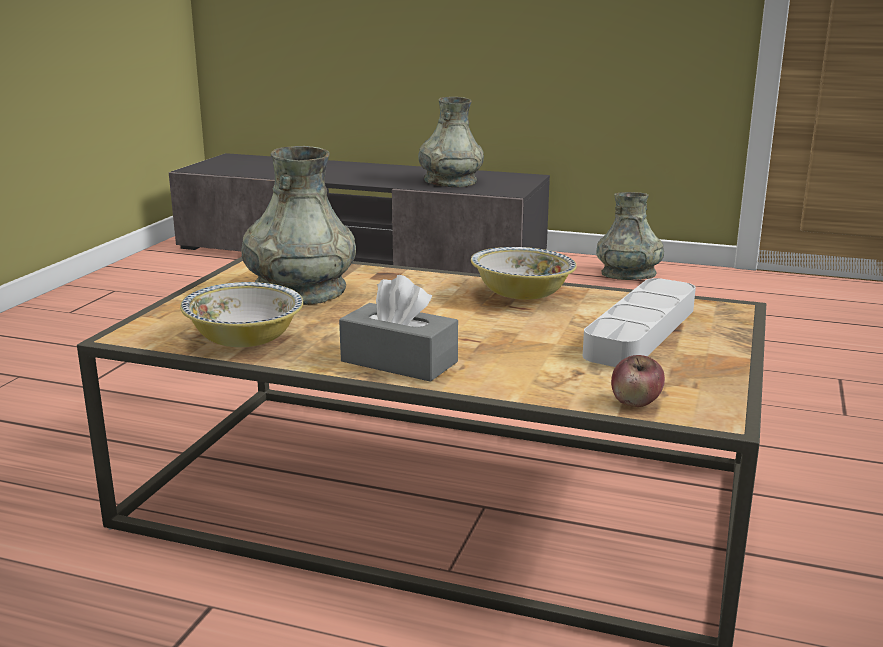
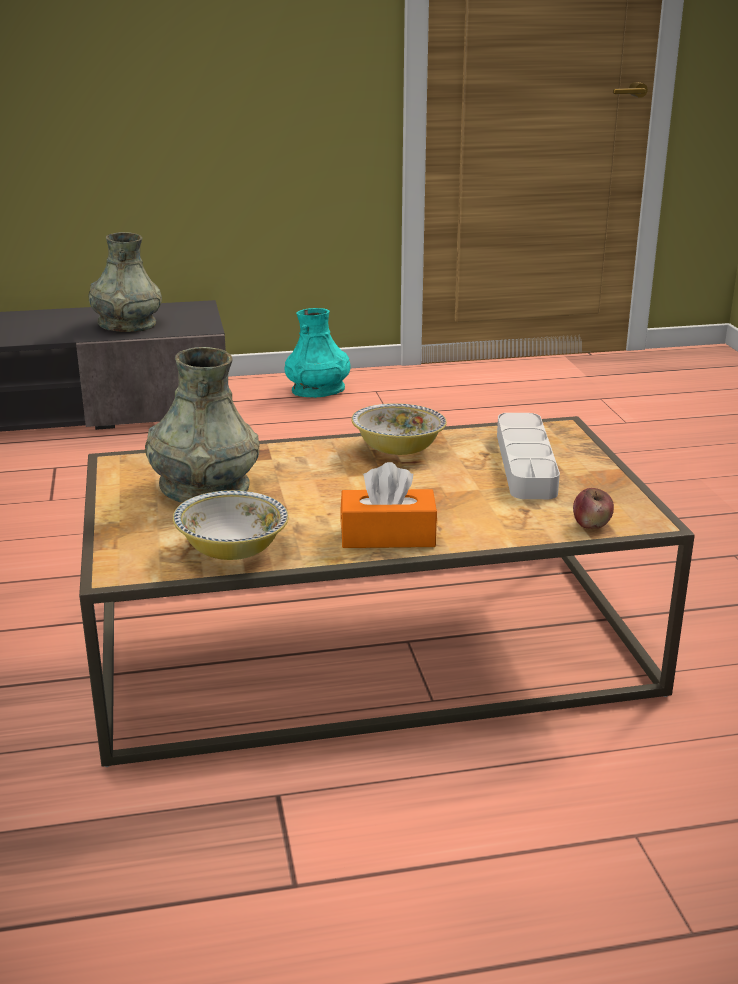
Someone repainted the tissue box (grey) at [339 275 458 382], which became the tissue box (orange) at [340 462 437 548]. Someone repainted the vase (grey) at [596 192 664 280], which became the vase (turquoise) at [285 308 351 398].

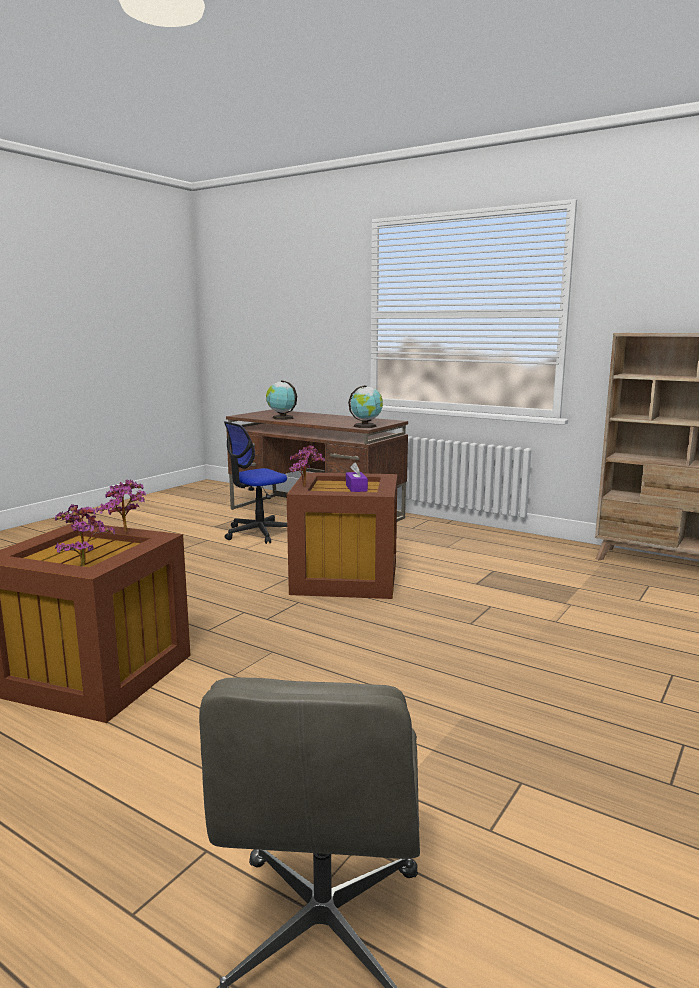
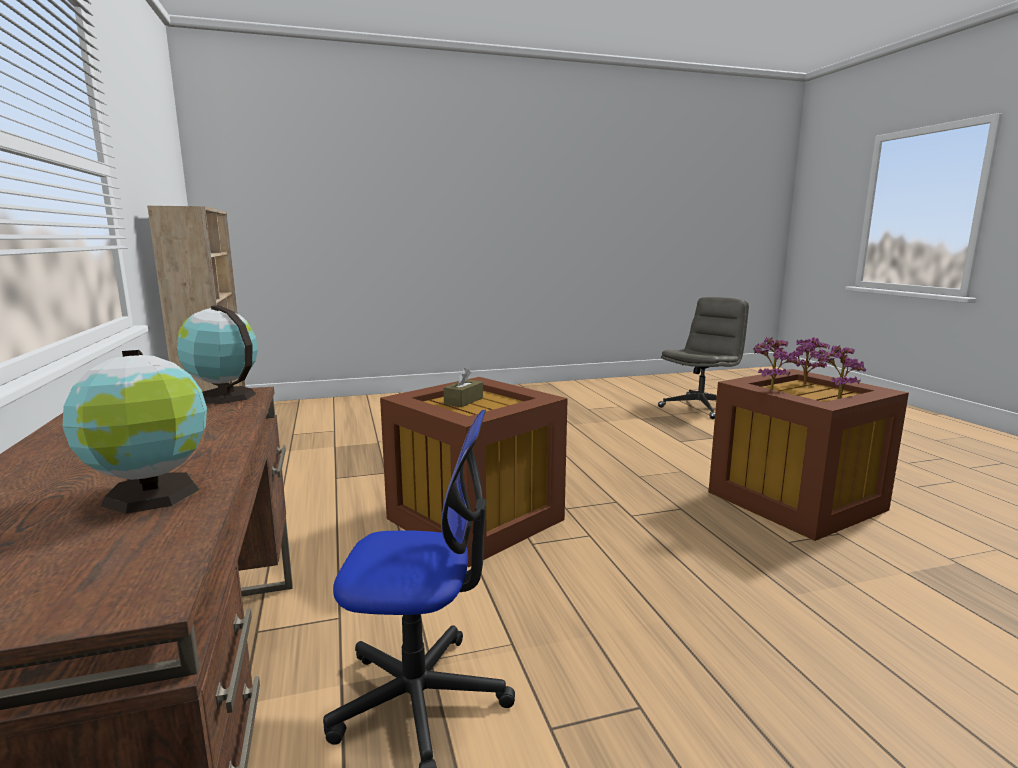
Someone carried the potted plant from [289 445 325 487] to [818 345 867 399]. Someone repainted the tissue box (purple) at [346 463 368 492], which became the tissue box (brown) at [443 368 483 407].

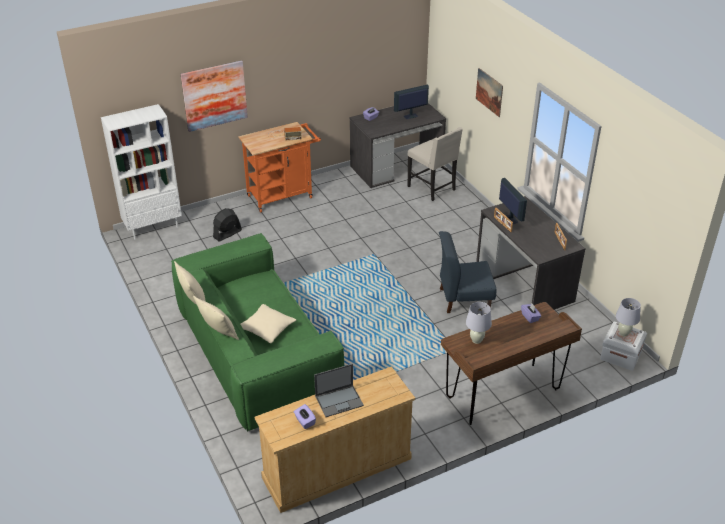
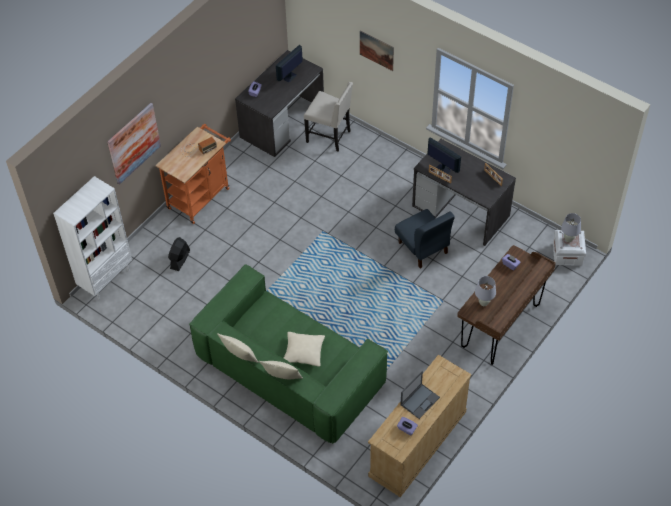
Someone rotated the chair (blue) at [439 231 496 313] by 90 degrees counterclockwise.

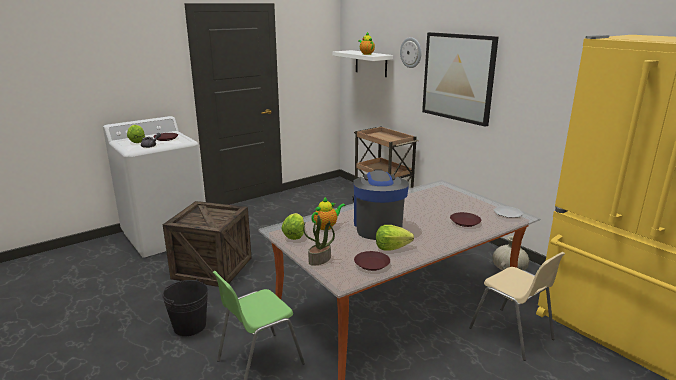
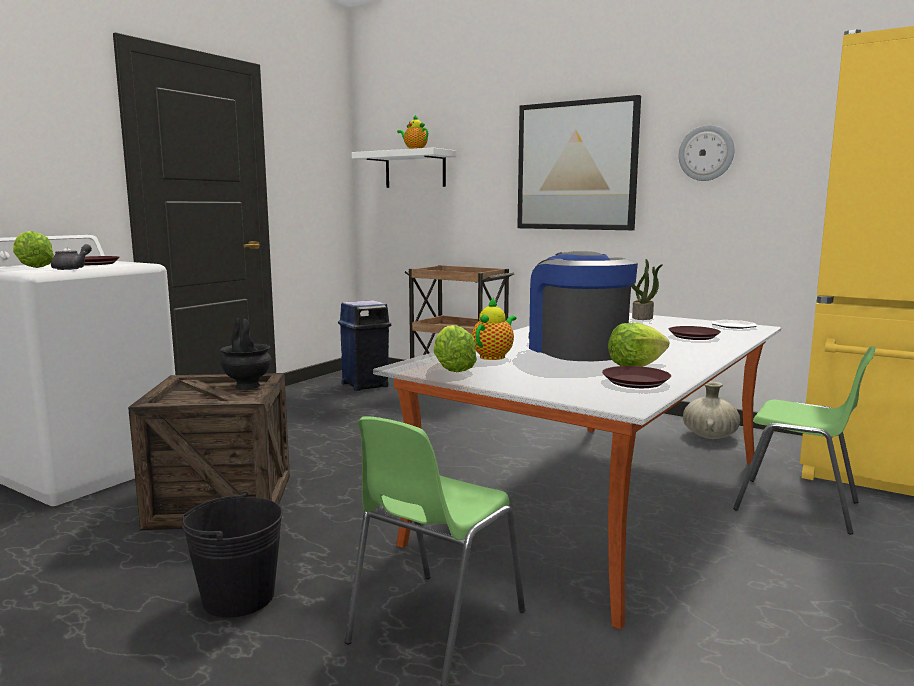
Someone carried the potted plant from [303 215 335 265] to [631 259 663 320]. Someone carried the wall clock from [400 37 422 68] to [679 125 734 181]. Someone repainted the chair (beige) at [469 252 565 361], which became the chair (green) at [733 346 876 535]. Someone put down the vase (black) at [220 318 272 390]. Someone put down the trash can (blue) at [338 300 391 391].

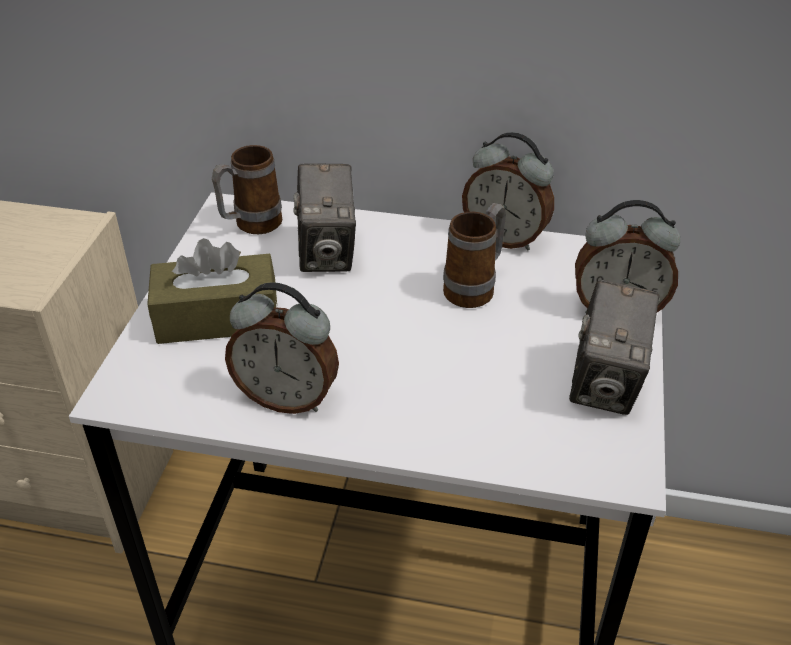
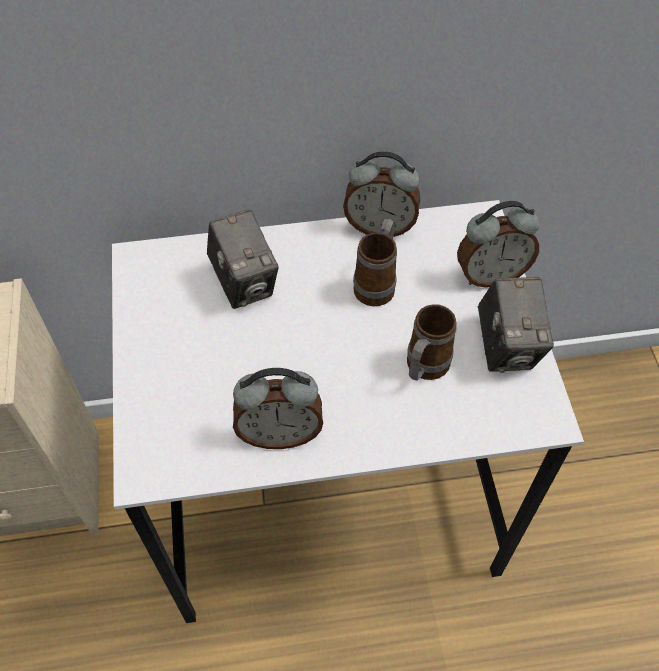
Someone took away the tissue box (brown) at [147 238 277 344]. Someone carried the mug from [212 145 282 234] to [407 304 457 381].

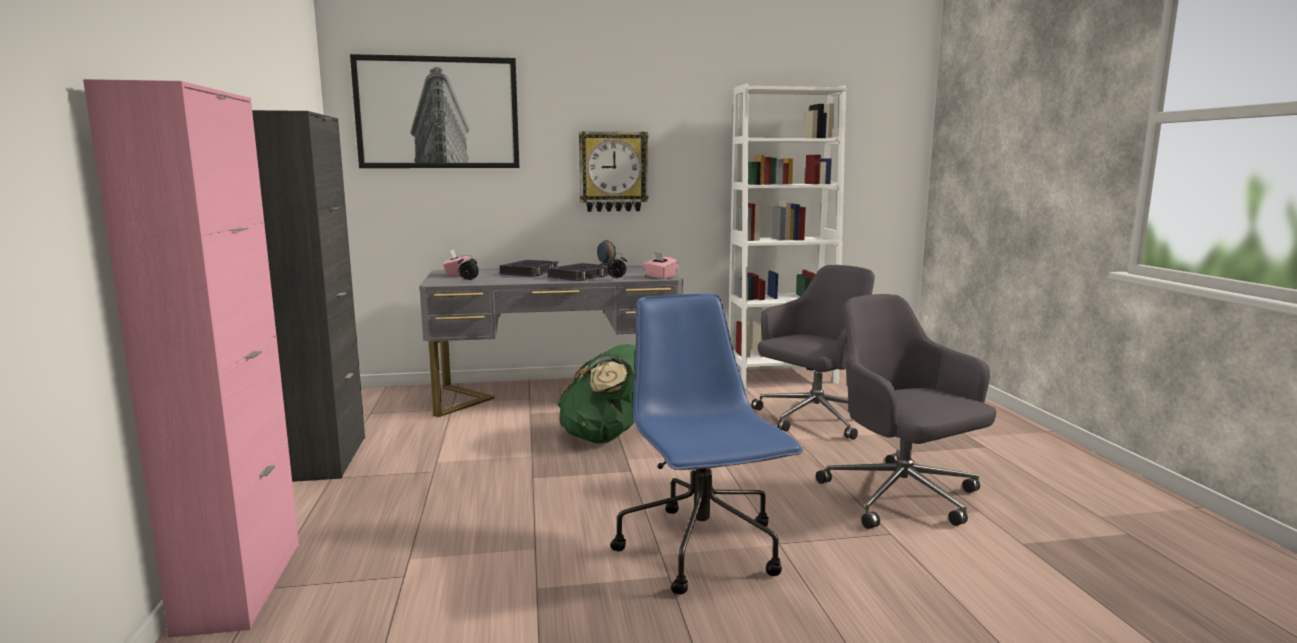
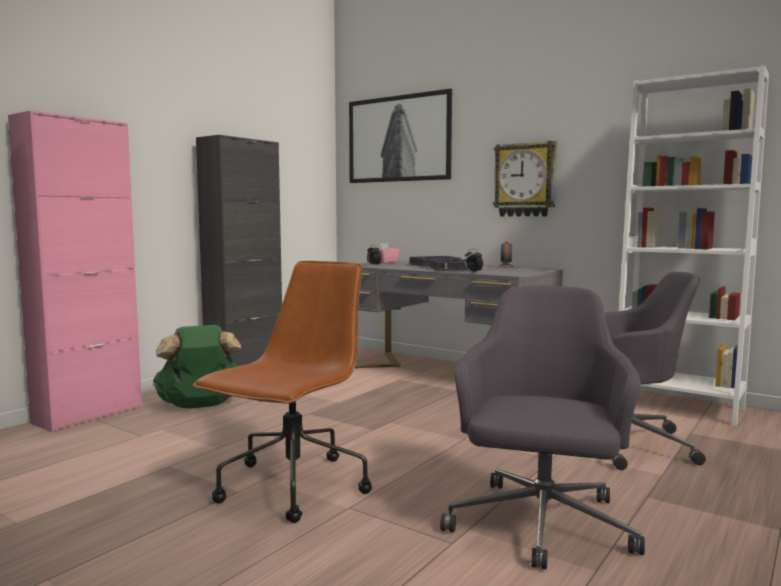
Someone carried the backpack (green) from [557 344 636 443] to [153 325 241 409]. Someone repainted the office chair (blue) at [610 294 803 595], which became the office chair (brown) at [193 261 372 523]. Someone took away the tissue box (pink) at [643 252 678 279].

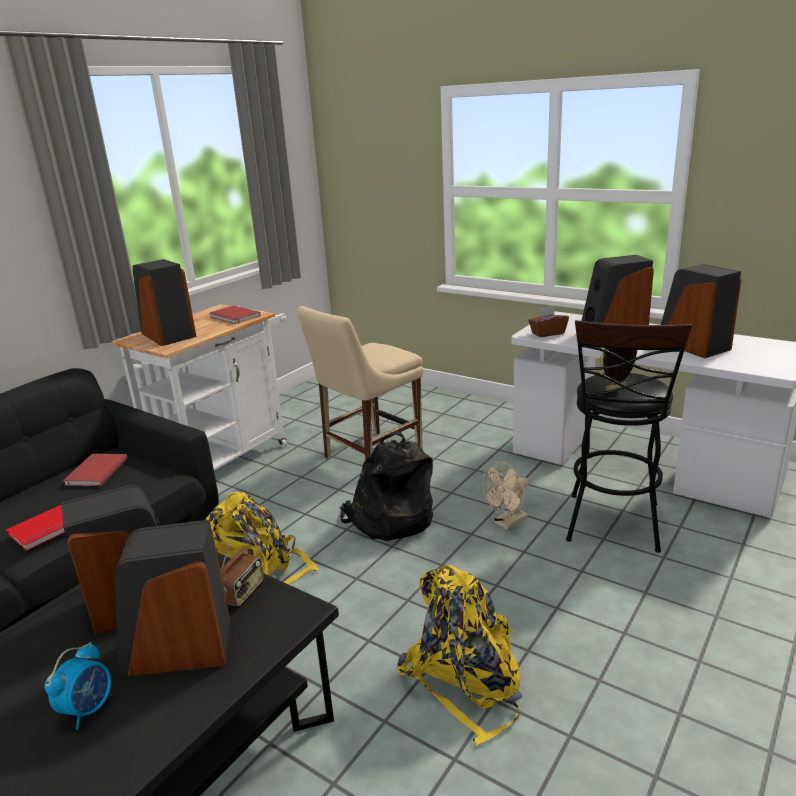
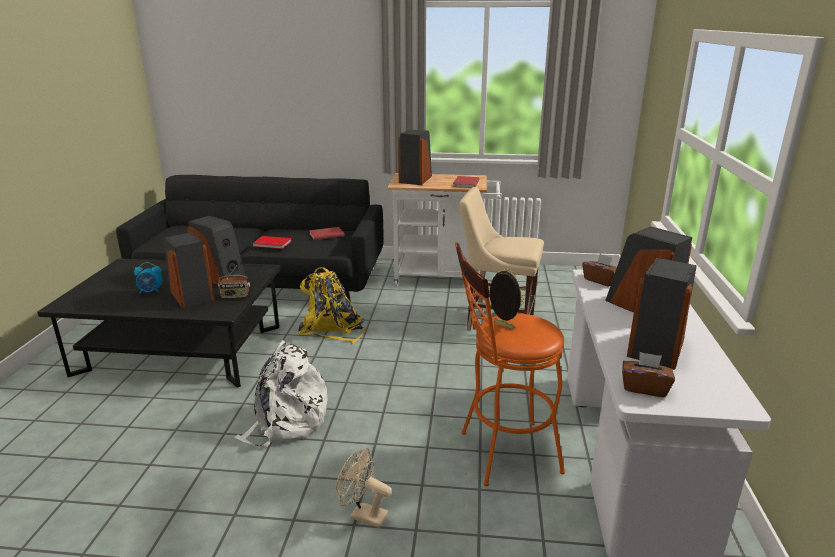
Someone took away the backpack (black) at [340 431 433 541]. Someone repainted the backpack (yellow) at [397 565 522 746], which became the backpack (white) at [234 340 328 448]. Someone carried the fan (beige) from [483 461 529 529] to [336 448 392 528]. Someone repainted the stool (black) at [566 320 692 553], which became the stool (orange) at [455 243 565 486]. Someone put down the tissue box (brown) at [622 352 675 397].

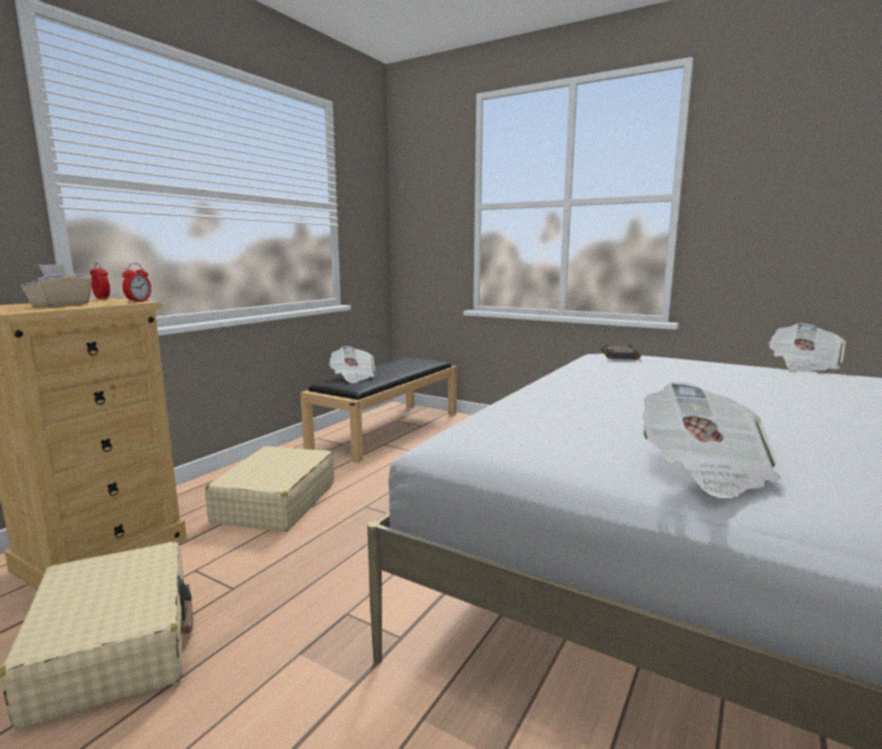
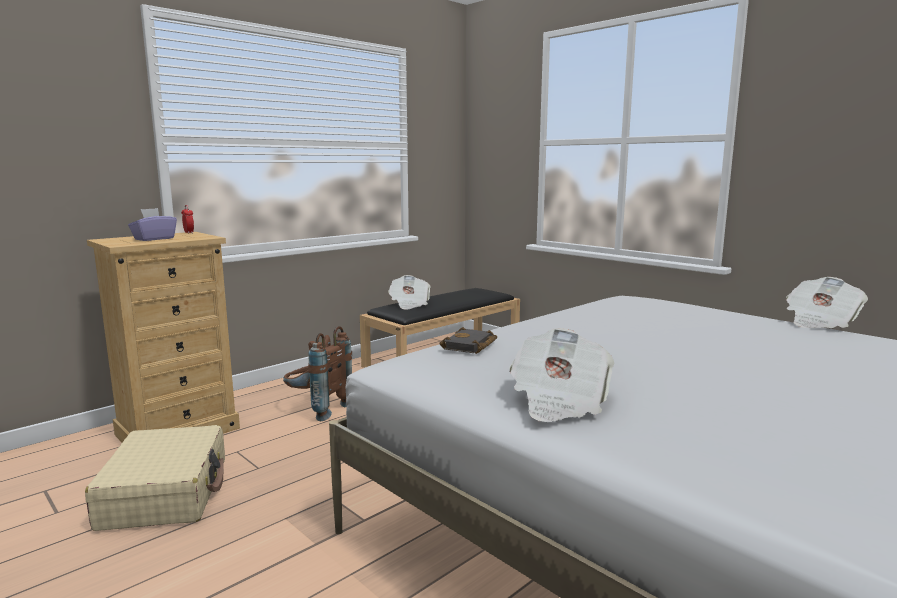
Someone repainted the tissue box (beige) at [21 264 92 307], which became the tissue box (purple) at [128 208 177 241]. Someone took away the alarm clock at [122 263 151 303]. Someone swapped the suitcase (beige) at [205 446 334 532] for the backpack (brown) at [283 326 352 422]. Someone carried the book (black) from [601 344 641 360] to [440 327 497 354].

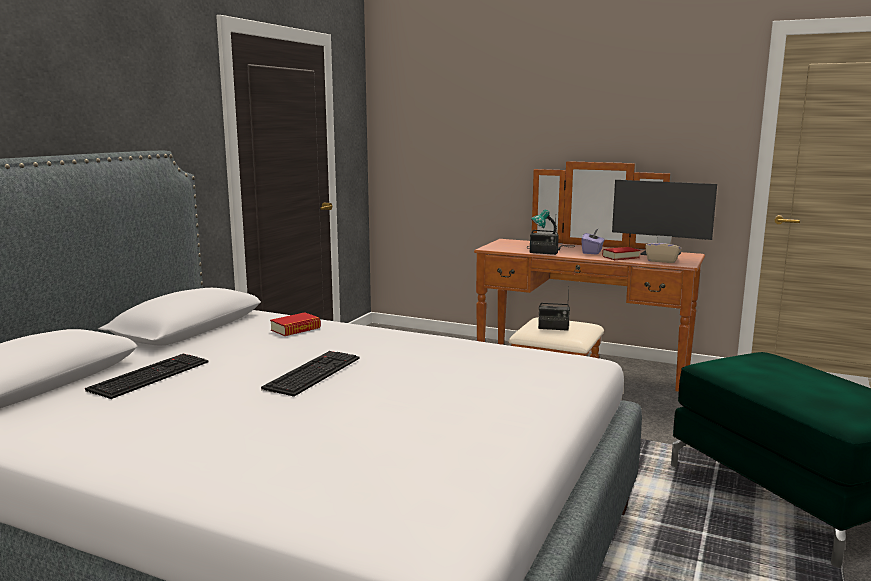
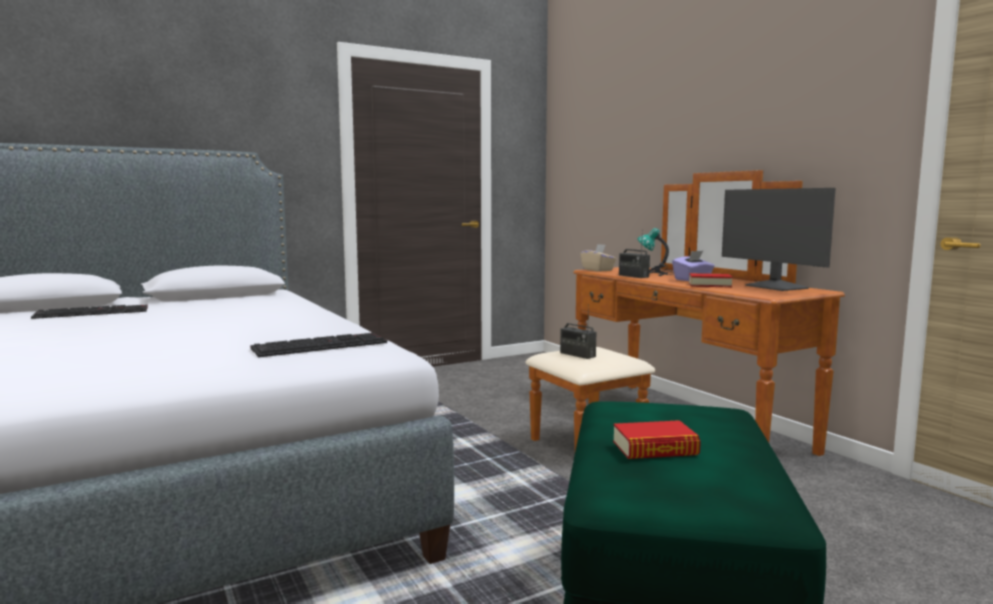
Someone carried the keyboard from [261 351 360 397] to [250 333 387 357]. Someone carried the book from [270 312 321 336] to [613 420 701 459]. Someone carried the tissue box (beige) from [645 235 681 263] to [580 244 616 272].

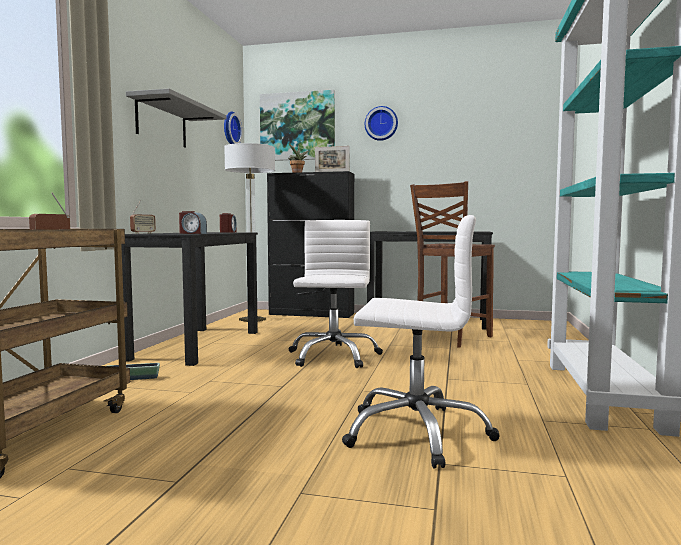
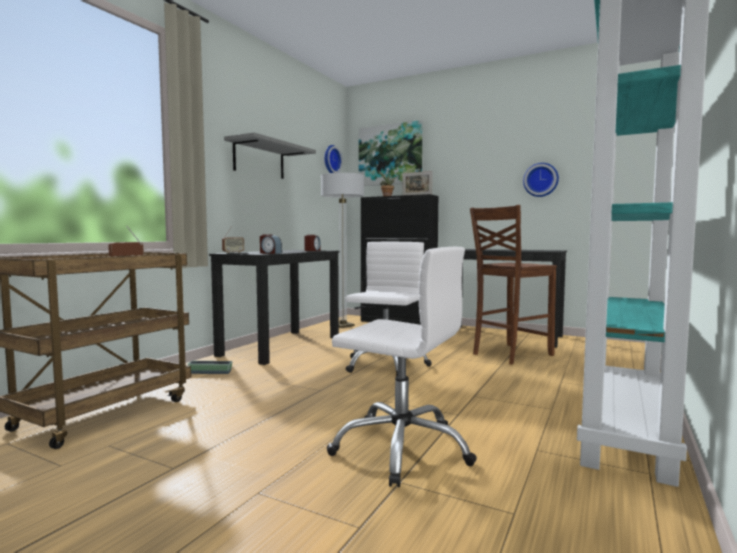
Someone carried the wall clock from [365 106 398 141] to [523 163 559 197].

